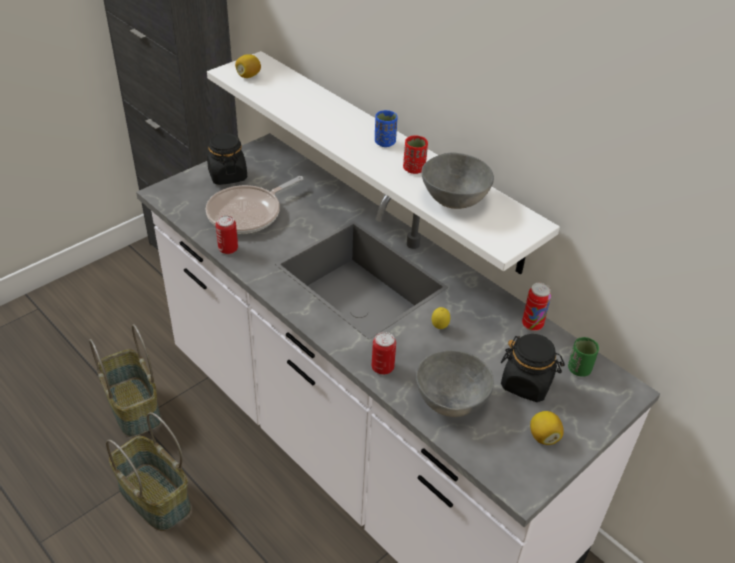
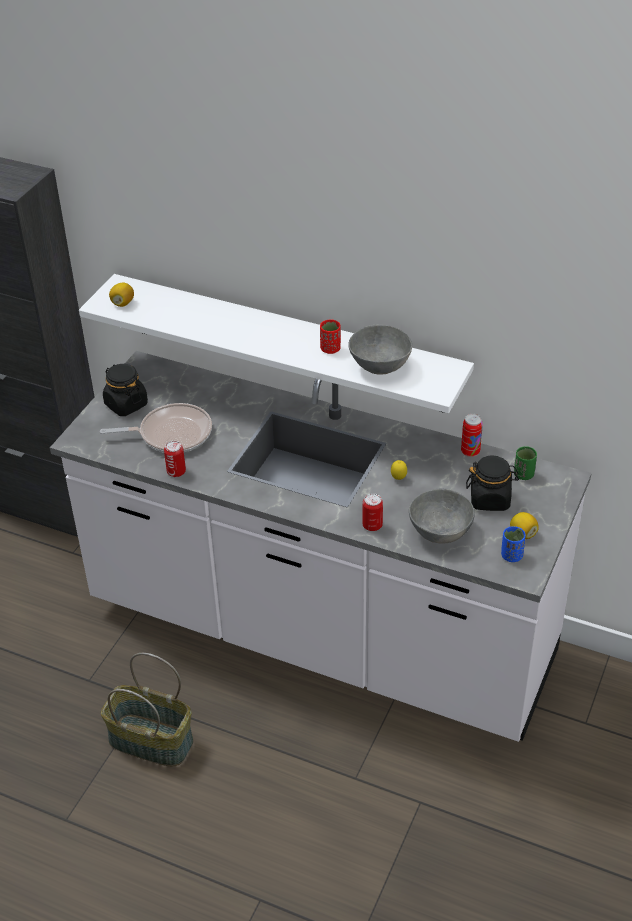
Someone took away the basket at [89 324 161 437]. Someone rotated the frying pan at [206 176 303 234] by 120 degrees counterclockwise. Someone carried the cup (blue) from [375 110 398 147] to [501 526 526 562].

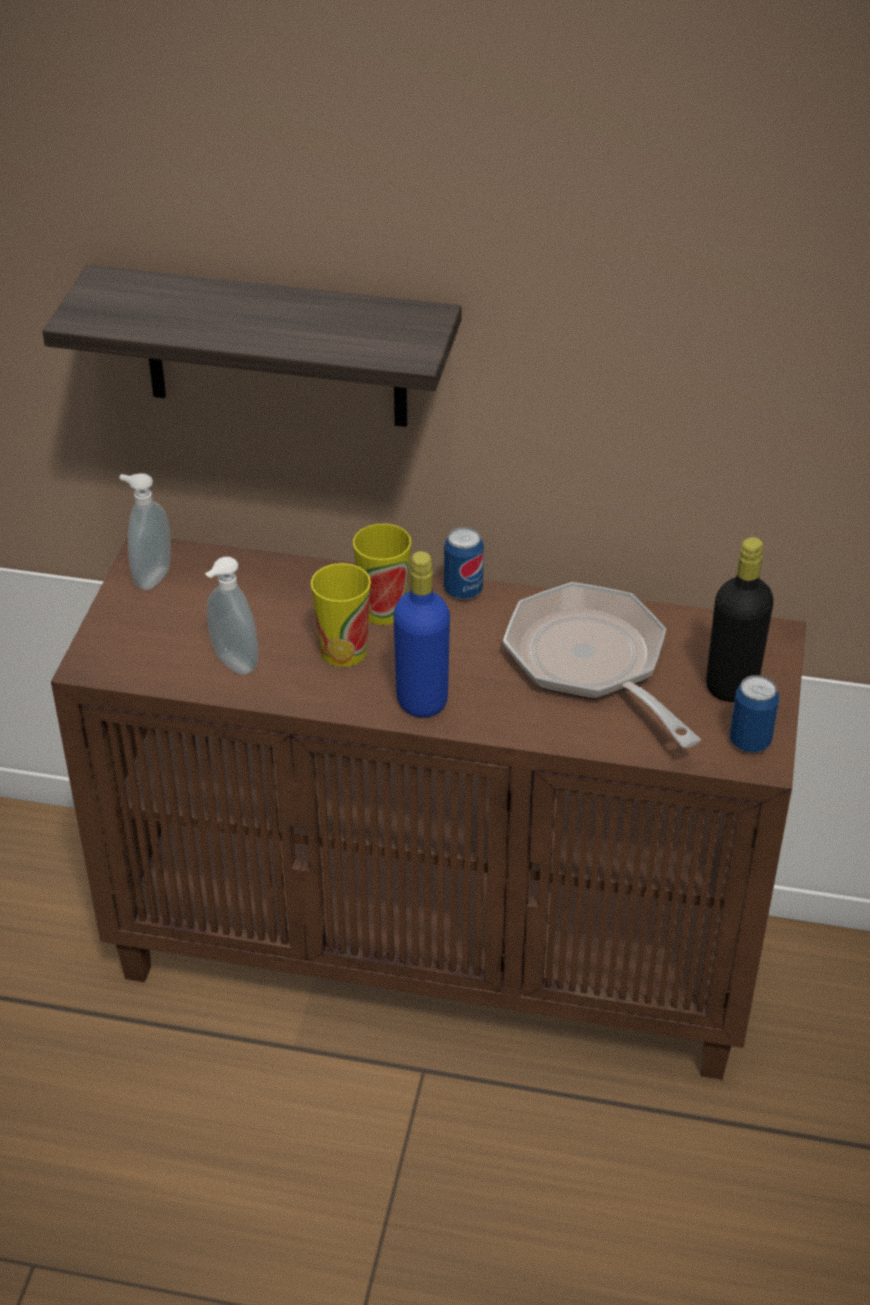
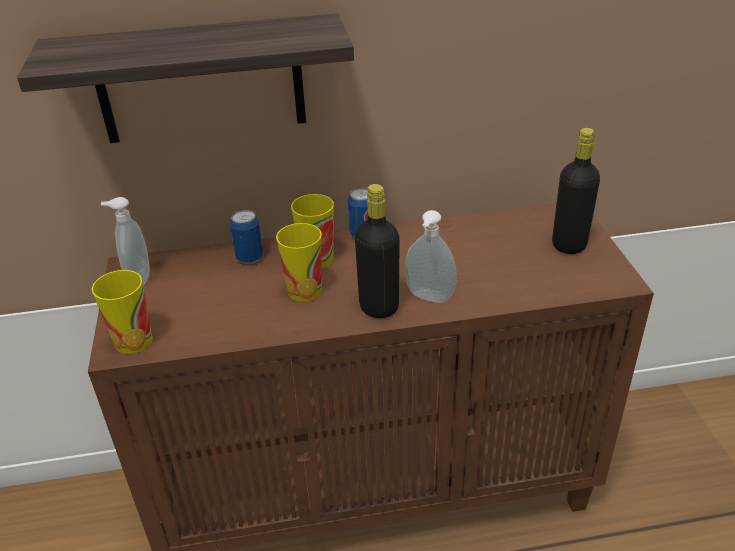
Someone carried the soap dispenser from [205 557 259 675] to [405 210 457 303]. Someone repainted the bottle (blue) at [393 551 450 718], which became the bottle (black) at [355 184 400 318]. Someone took away the frying pan at [503 582 701 748]. Someone carried the can from [729 675 779 753] to [230 210 263 264]. Someone put down the cup at [92 270 153 354].

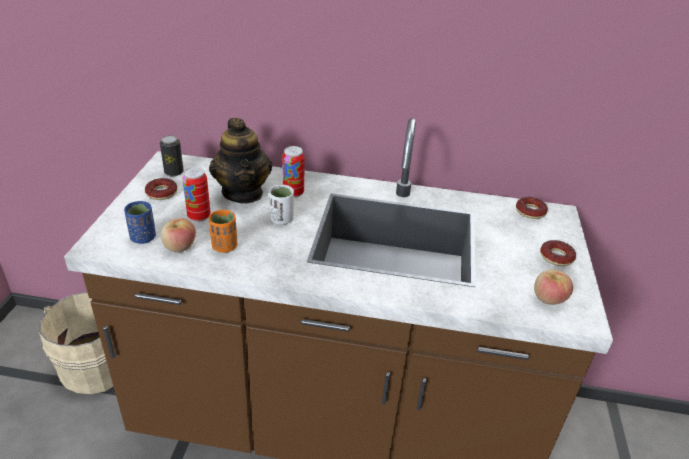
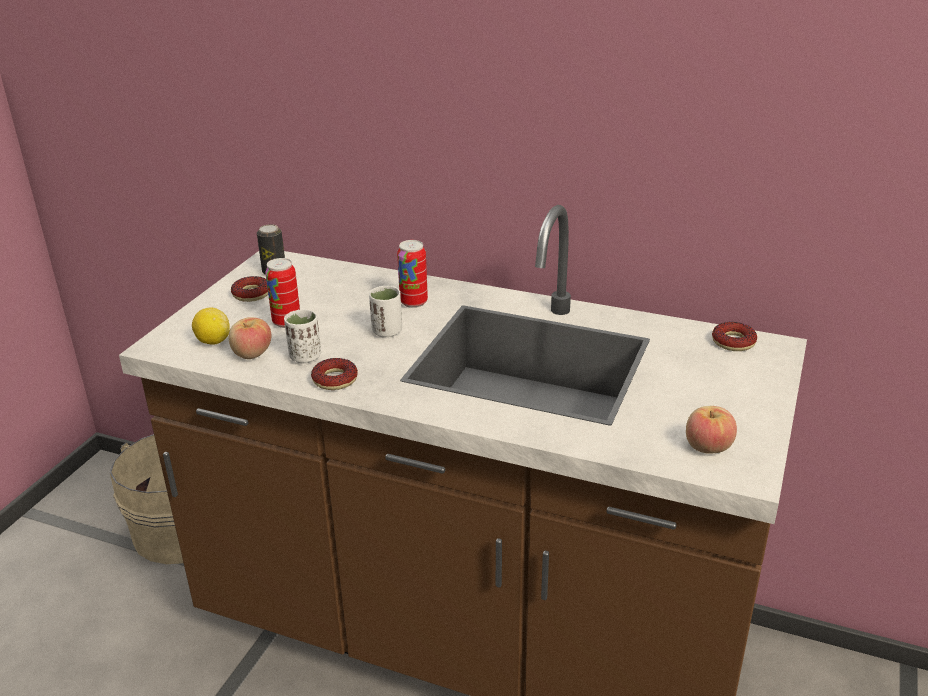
Someone swapped the cup (blue) at [124 201 156 244] for the lemon at [192 307 230 345]. Someone took away the teapot at [209 118 273 203]. Someone repainted the cup (orange) at [209 210 237 253], which became the cup (white) at [284 309 321 364]. Someone carried the donut from [540 240 576 266] to [311 358 358 390].

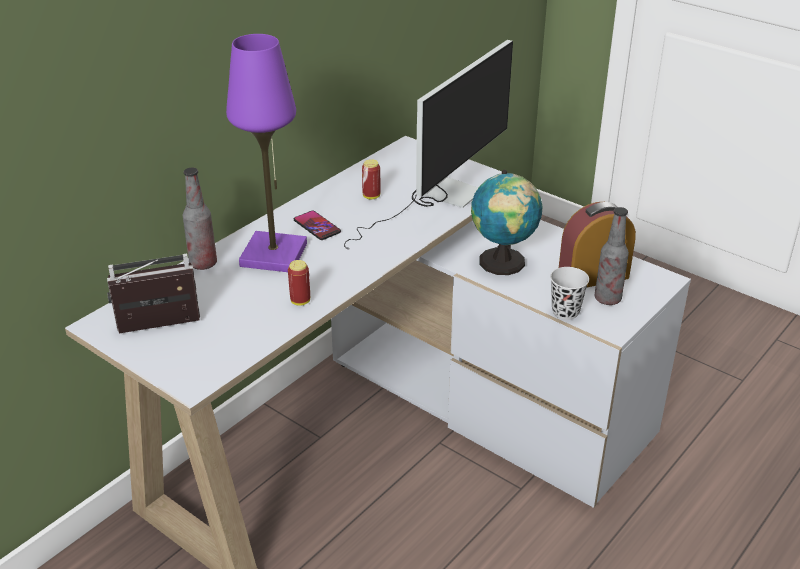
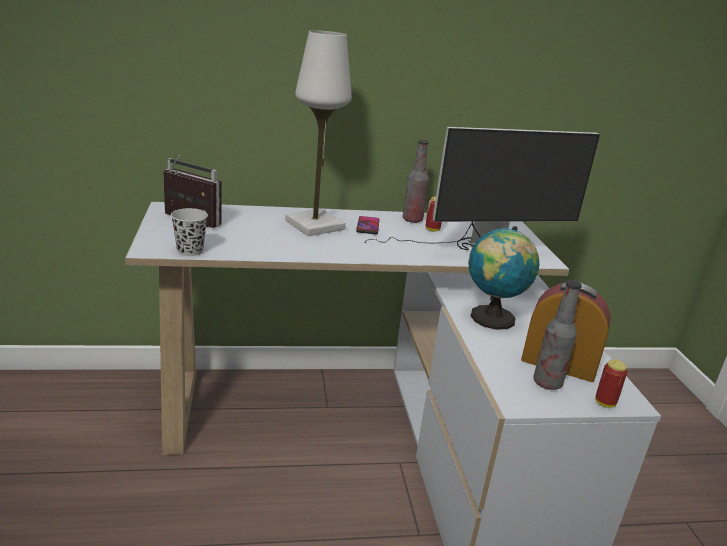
Someone carried the bottle from [183 168 217 270] to [403 140 429 223]. Someone repainted the table lamp (purple) at [226 34 307 272], which became the table lamp (white) at [285 30 352 236]. Someone carried the can from [288 260 310 306] to [595 359 627 408]. Someone carried the cup (black) from [550 267 589 320] to [171 208 208 256].

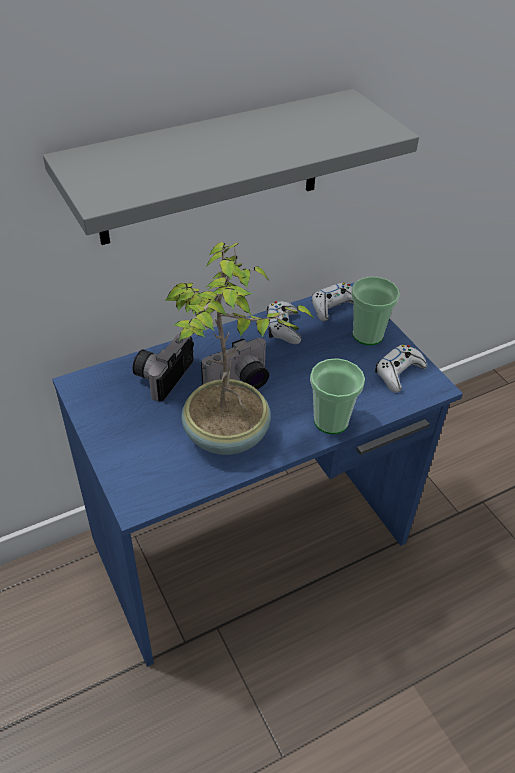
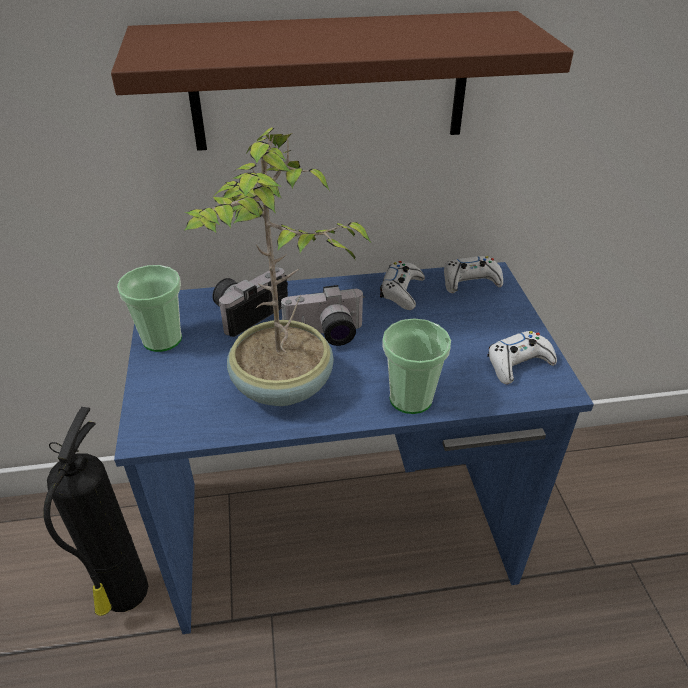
Someone repainted the shelf (grey) at [43 89 419 245], which became the shelf (brown) at [111 11 574 151]. Someone carried the cup from [351 277 400 345] to [117 265 182 352]. Someone put down the fire extinguisher at [44 407 148 616].

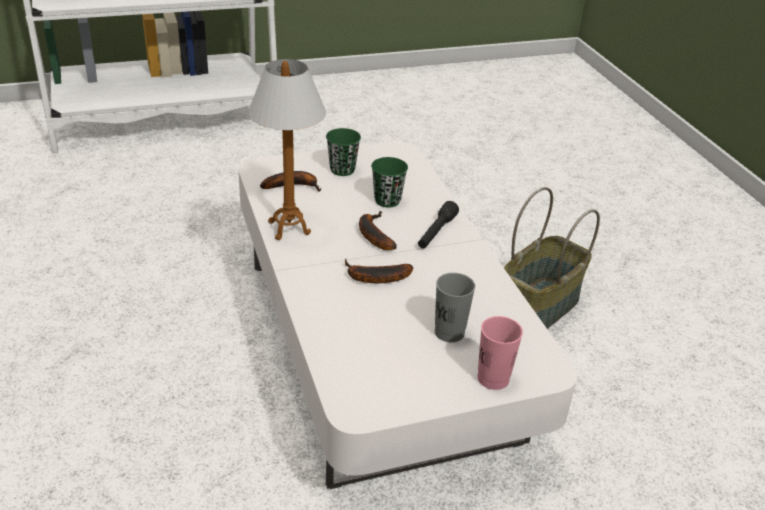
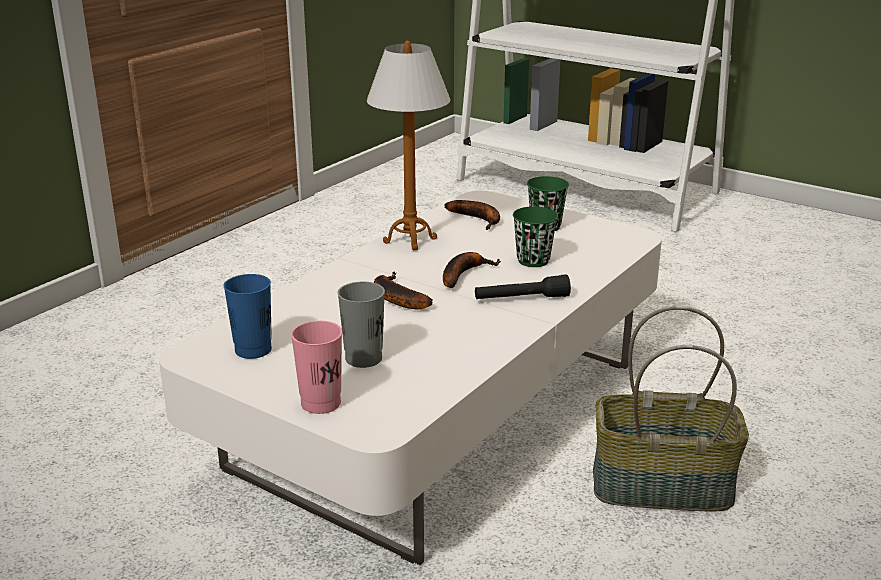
Someone put down the cup (blue) at [224 274 272 359].

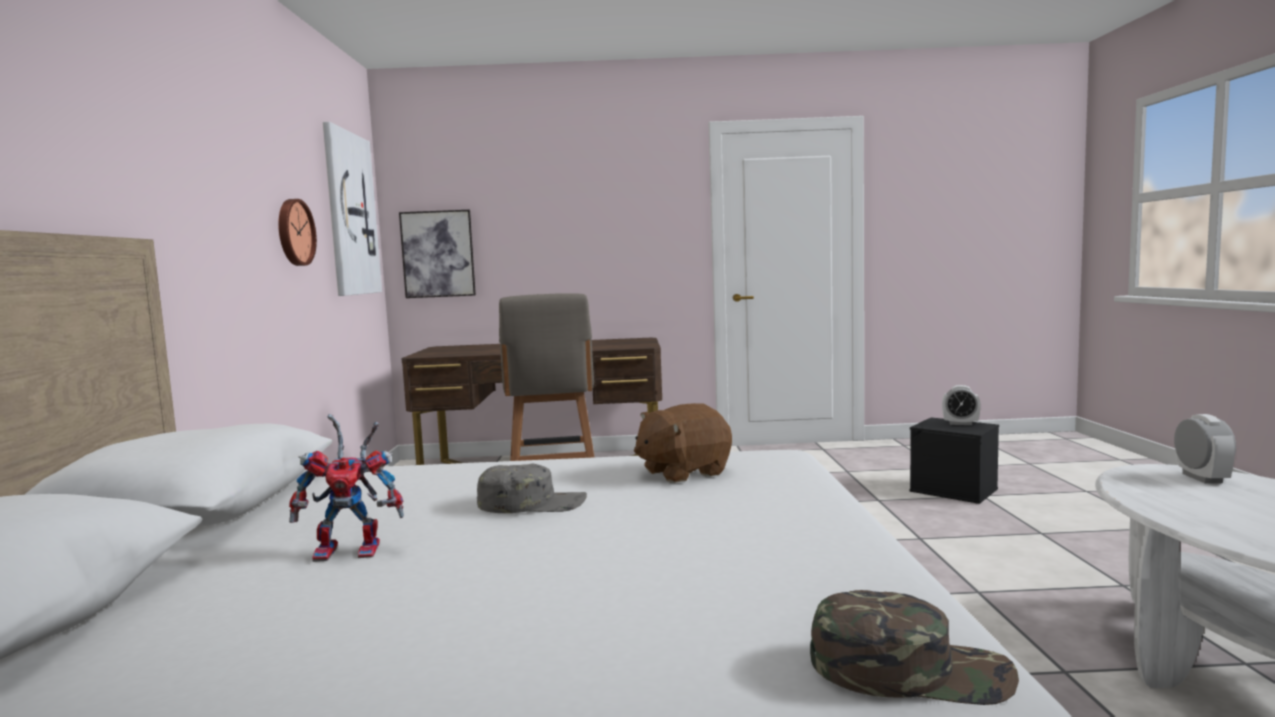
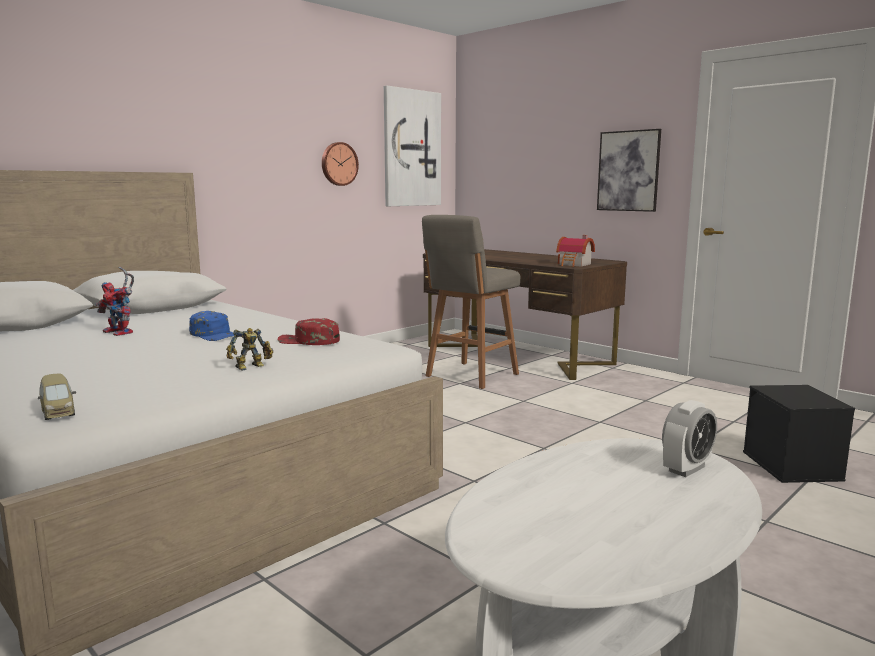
Someone carried the picture from [399 210 476 298] to [597 129 661 212]. Someone repainted the cap (grey) at [477 464 587 513], which became the cap (blue) at [189 311 234 341]. Someone swapped the plush toy (brown) at [634 403 732 483] for the cap (red) at [277 318 340 345]. Someone swapped the cap (green) at [810 590 1019 705] for the toy car at [38 374 76 420]. Someone took away the alarm clock at [942 385 981 425]. Someone put down the toy robot at [226 328 273 371]. Someone put down the toy house at [556 235 595 267].

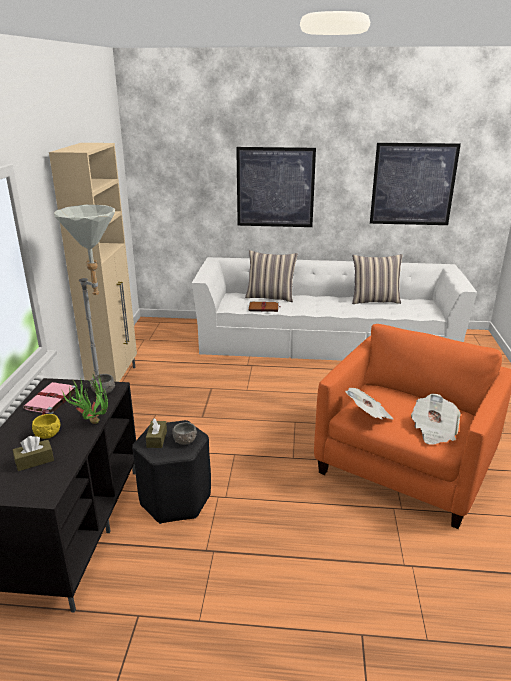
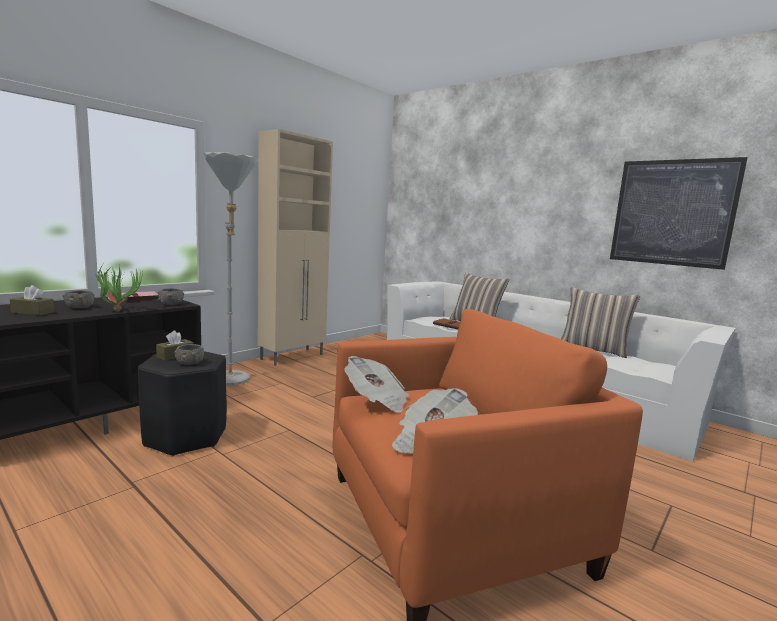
Someone repainted the bowl (yellow) at [32 414 61 439], which became the bowl (grey) at [63 290 95 308]. Someone took away the picture at [236 147 316 227].

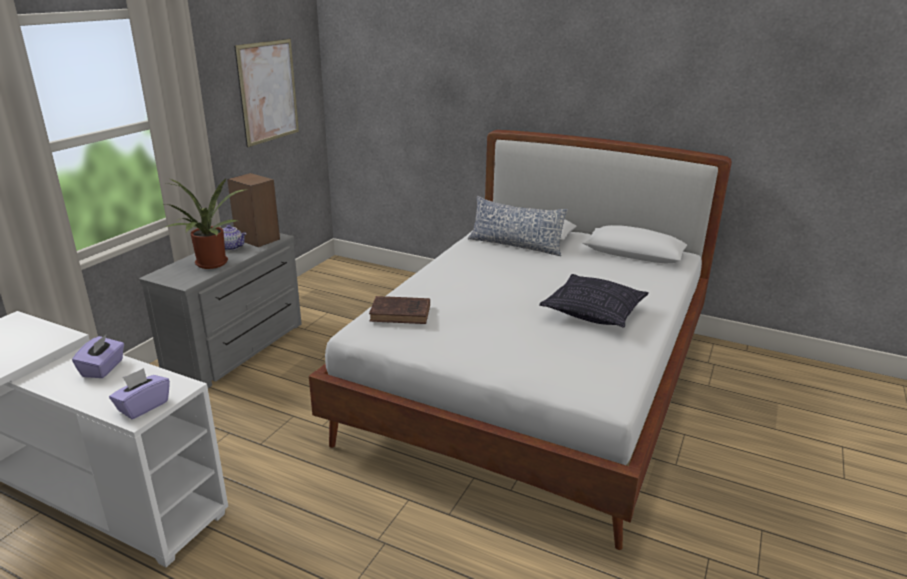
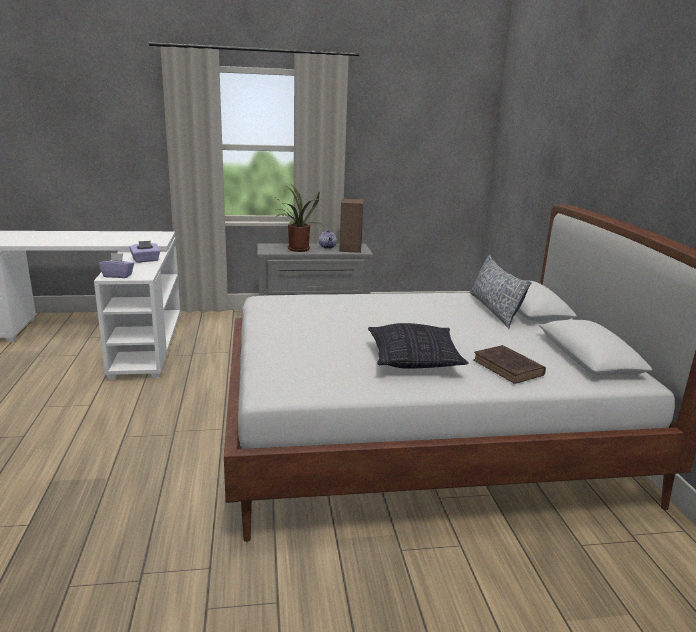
Someone took away the picture at [234 38 299 147]. Someone carried the book (brown) from [369 296 430 324] to [473 345 546 384].

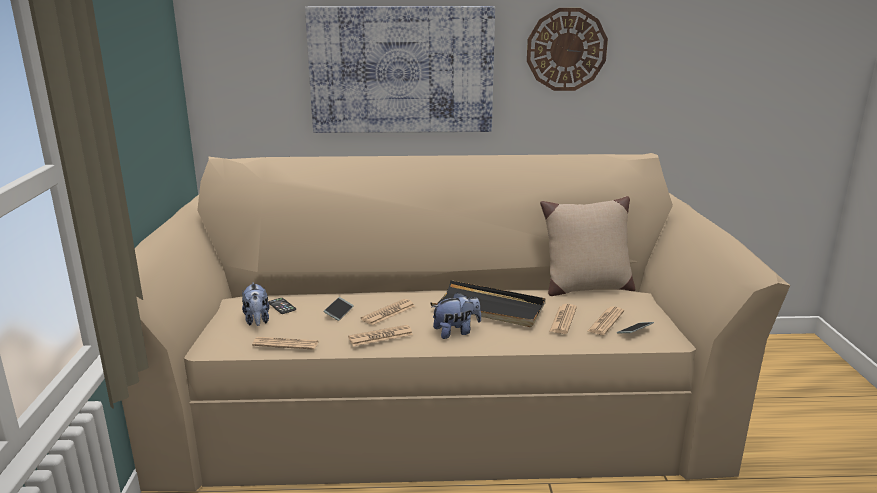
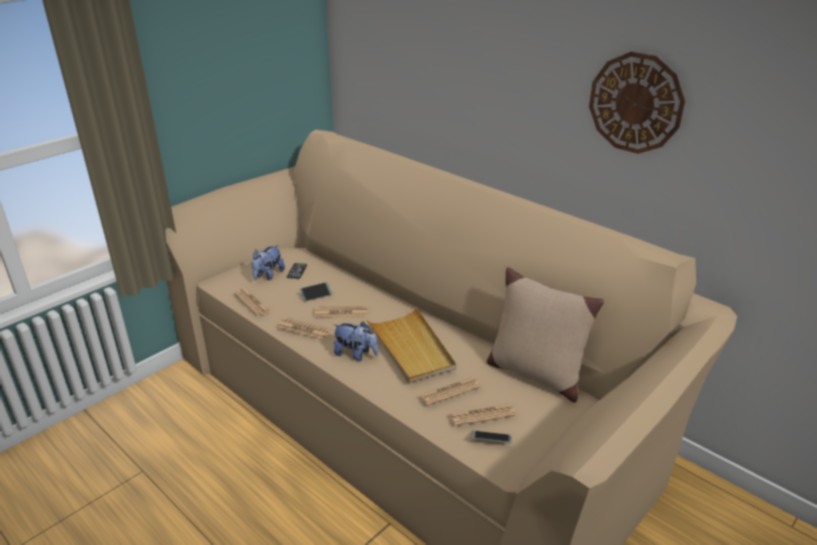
Someone took away the picture at [305 6 495 133]. Someone repainted the tray (black) at [431 280 546 327], which became the tray (beige) at [366 307 456 383].

